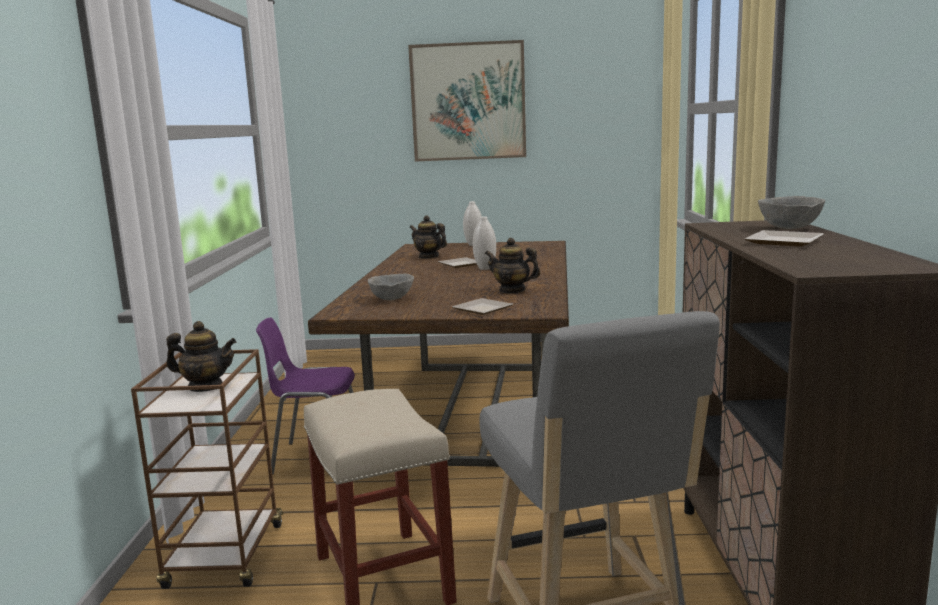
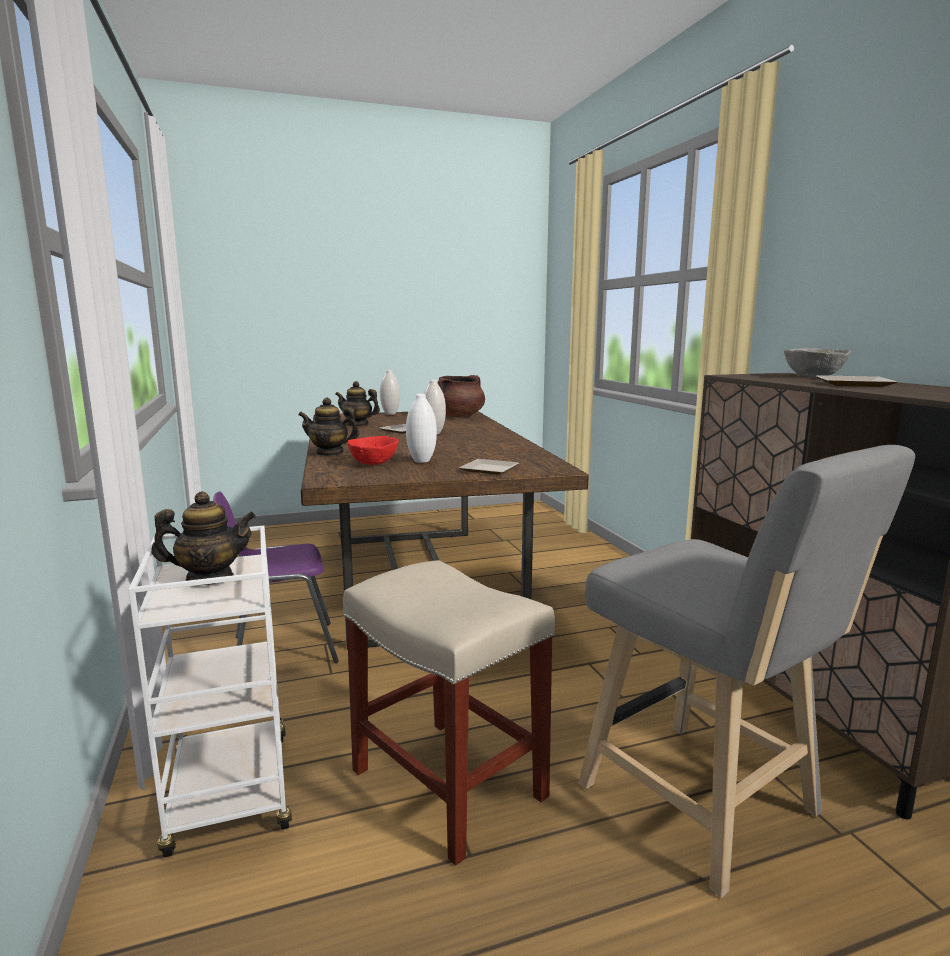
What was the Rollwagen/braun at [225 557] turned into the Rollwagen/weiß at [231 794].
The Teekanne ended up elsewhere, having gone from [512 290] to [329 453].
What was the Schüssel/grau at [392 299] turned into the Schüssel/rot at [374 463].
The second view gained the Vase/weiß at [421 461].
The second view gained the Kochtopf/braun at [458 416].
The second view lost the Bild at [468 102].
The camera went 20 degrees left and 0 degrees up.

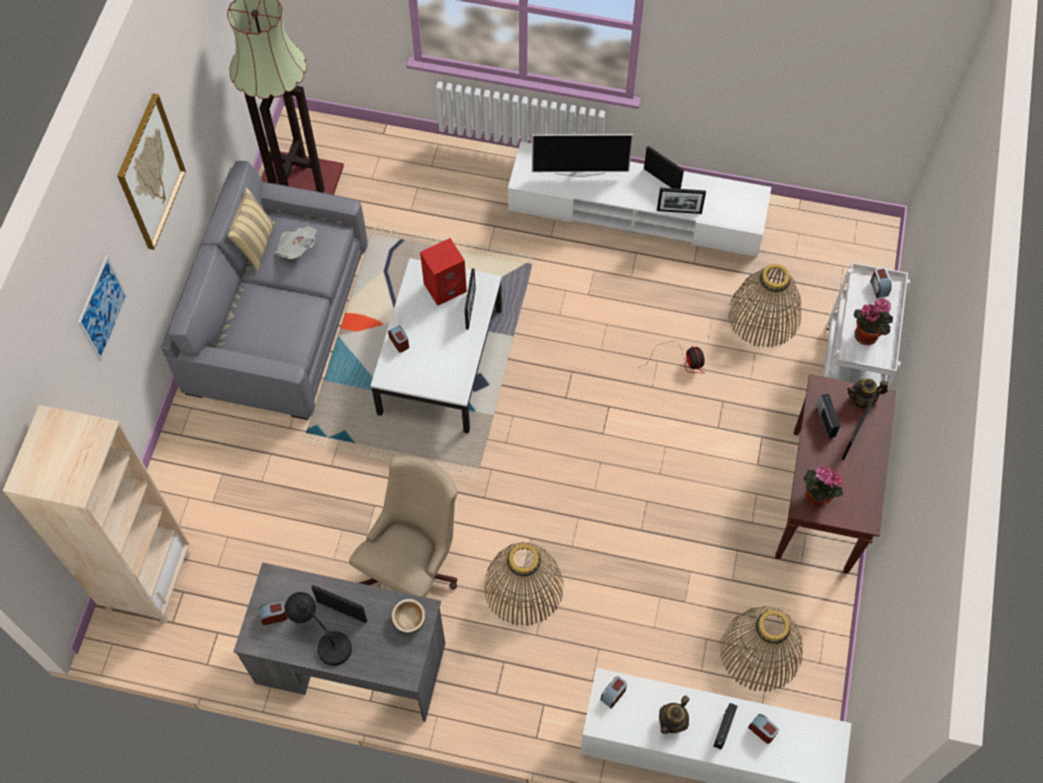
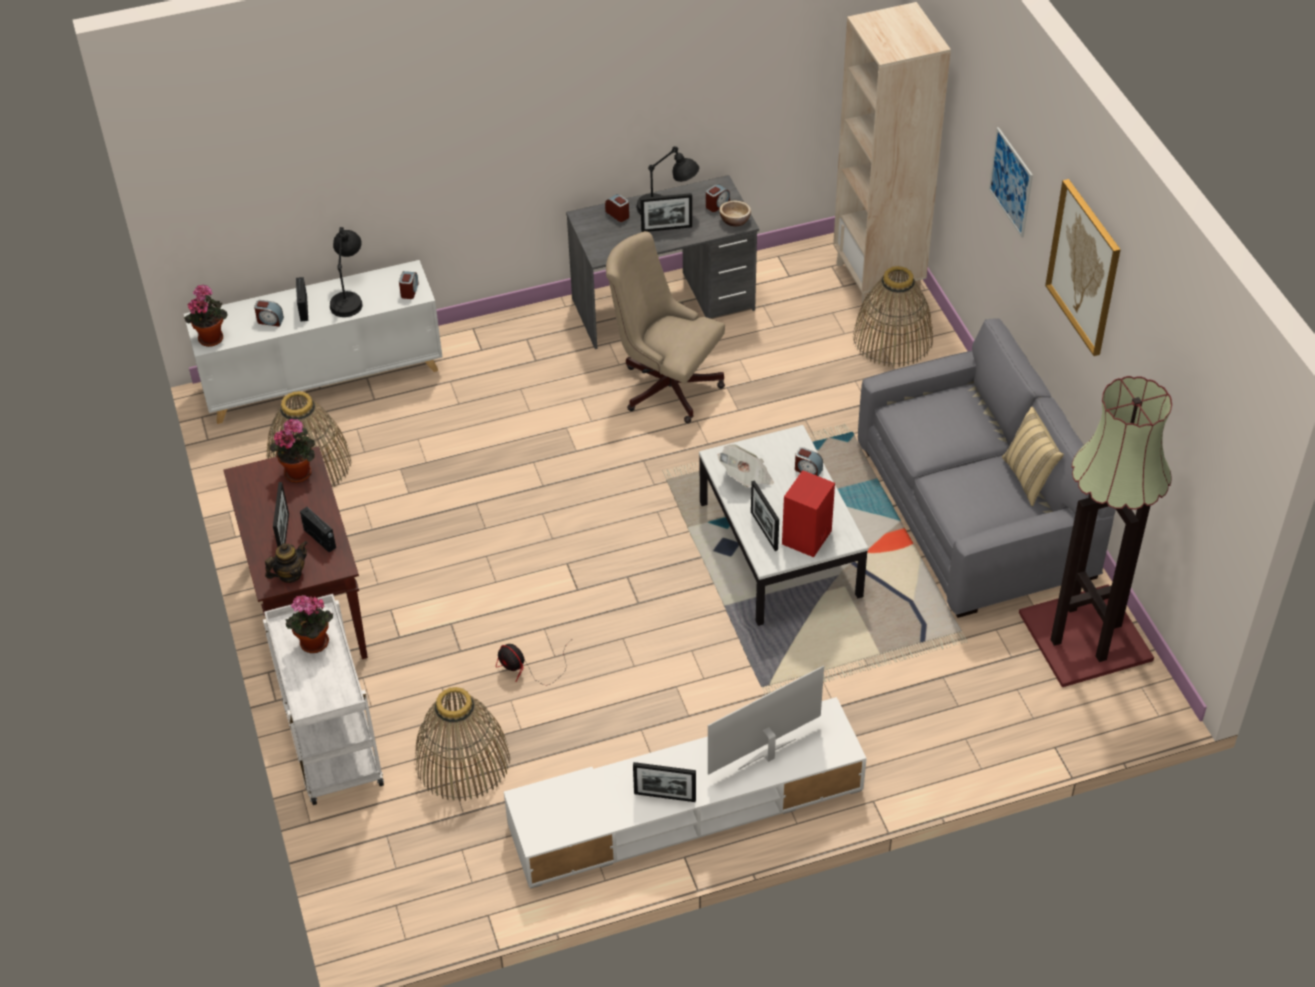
The second view gained the Topfpflanze at [211 337].
Where the Teekanne stood at [673 721], the Tischlampe/schwarz came to stand at [349 295].
The Wecker ended up elsewhere, having gone from [878 287] to [618 214].
The Bürostuhl/beige at [413 567] ended up facing another way, 120 degrees clockwise from before.
The Zeitung ended up elsewhere, having gone from [297 248] to [746 477].
The Schüssel ended up elsewhere, having gone from [409 619] to [735 220].
The Korb ended up elsewhere, having gone from [523 587] to [892 339].
The second view lost the Bilderrahmen at [679 211].
The camera went 150 degrees right and 15 degrees down.

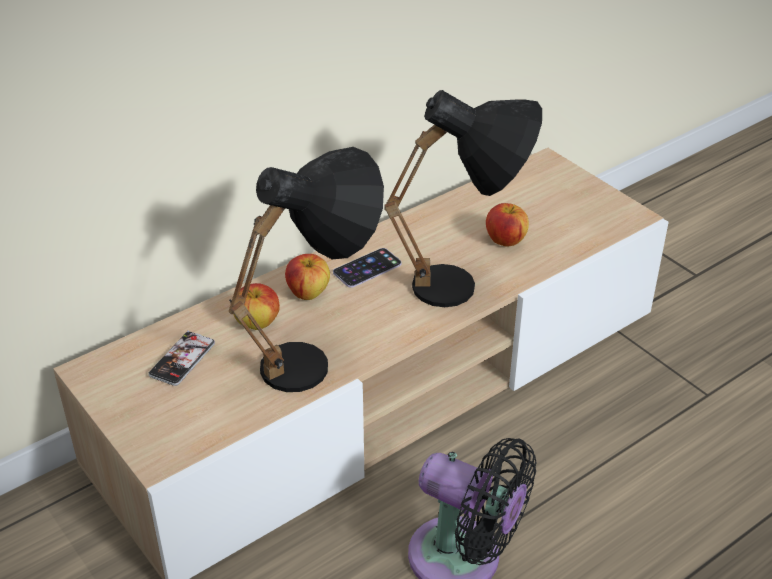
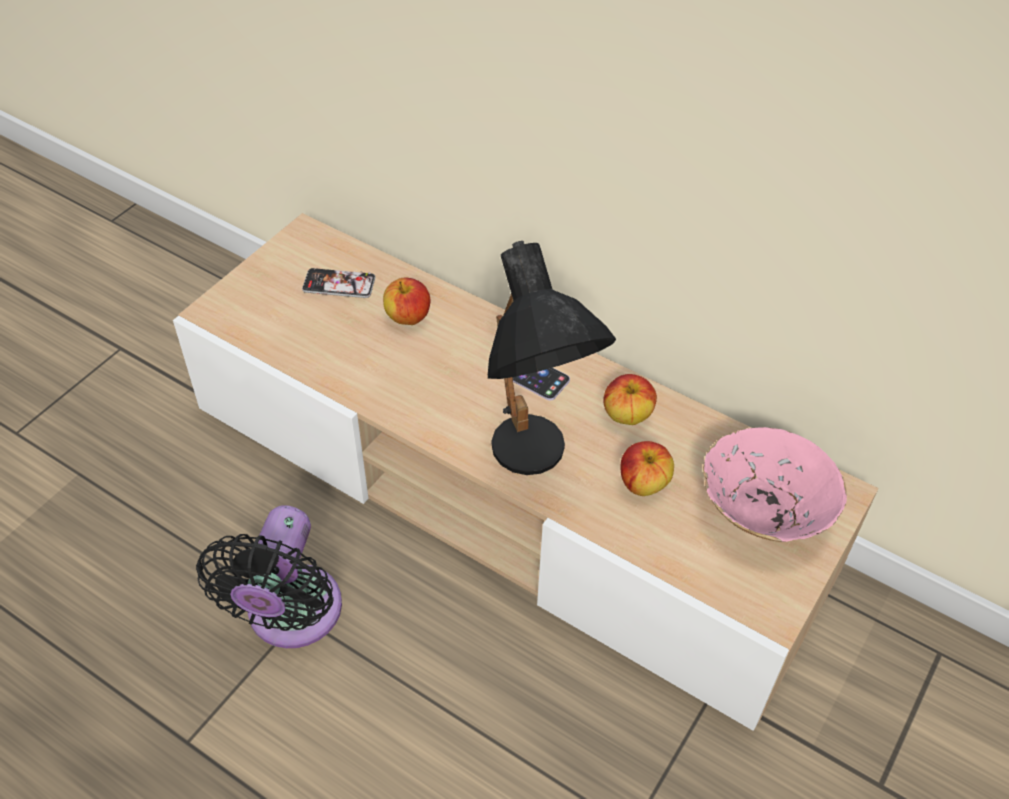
The Apfel ended up elsewhere, having gone from [308 293] to [627 415].
The second view gained the Schüssel/rosa at [762 512].
The second view lost the Tischlampe/schwarz at [319 360].
The camera went 70 degrees right and 10 degrees up.

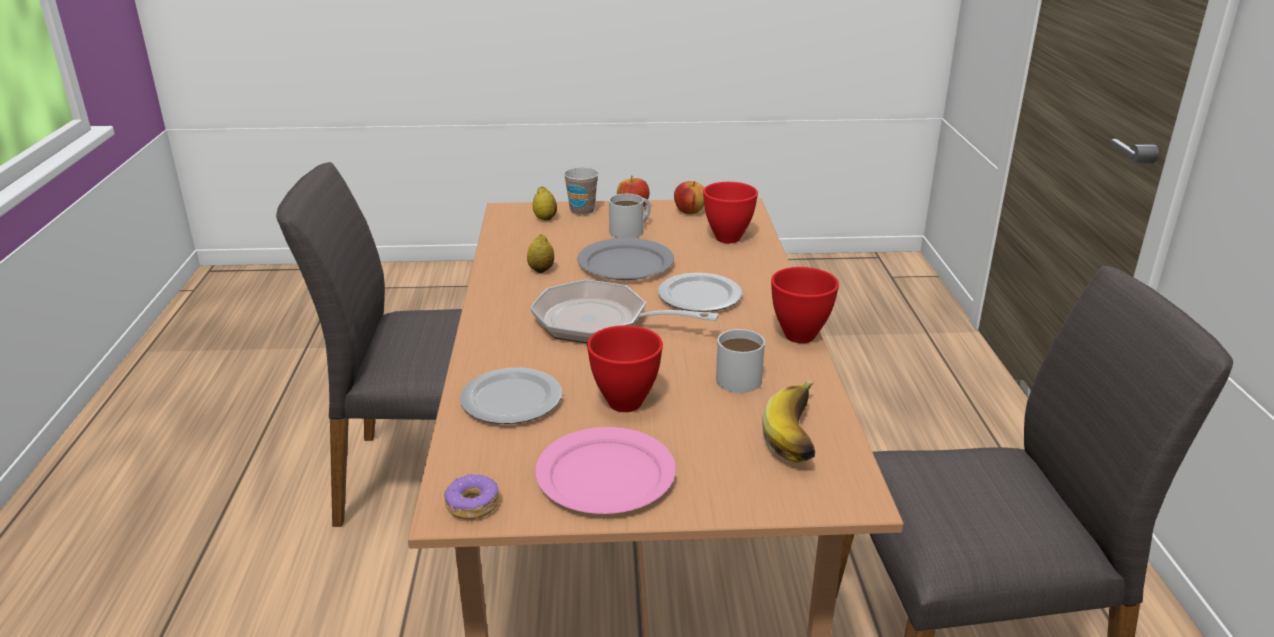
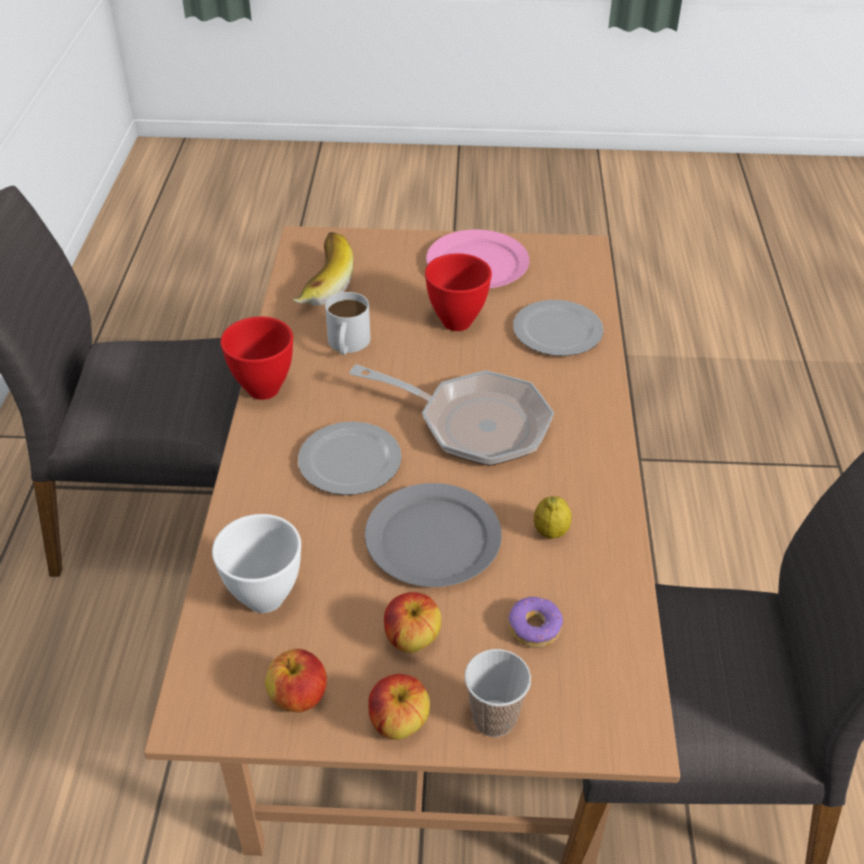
What was the Schüssel/rot at [728 239] turned into the Schüssel/weiß at [265 596].
Where the Henkelbecher/weiß stood at [631 229], the Apfel came to stand at [412 638].
The Donut ended up elsewhere, having gone from [472 505] to [535 628].
The second view lost the Zitrone at [545 218].
The camera went 175 degrees left and 15 degrees up.

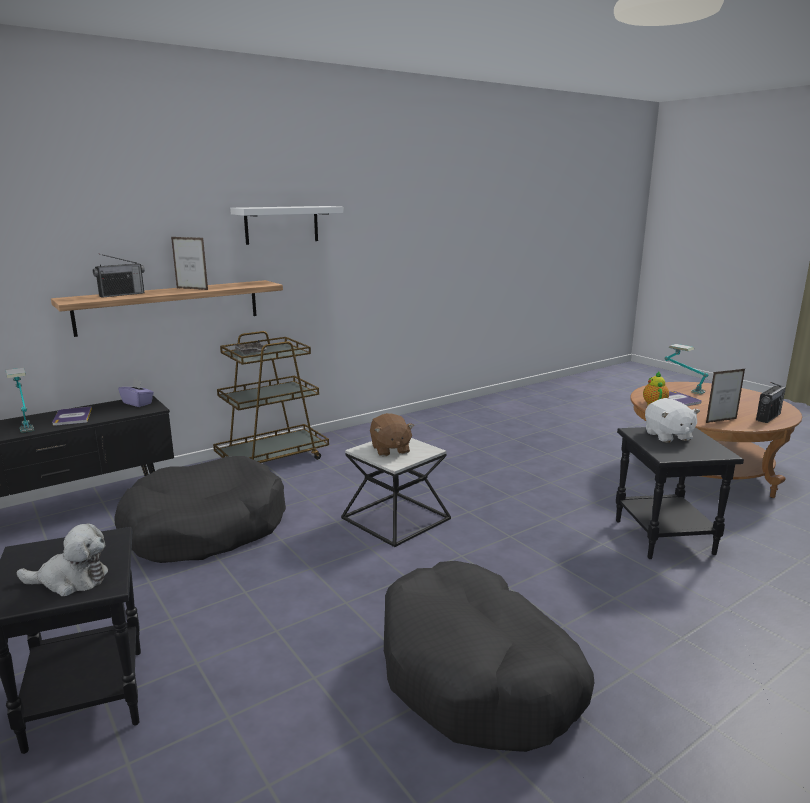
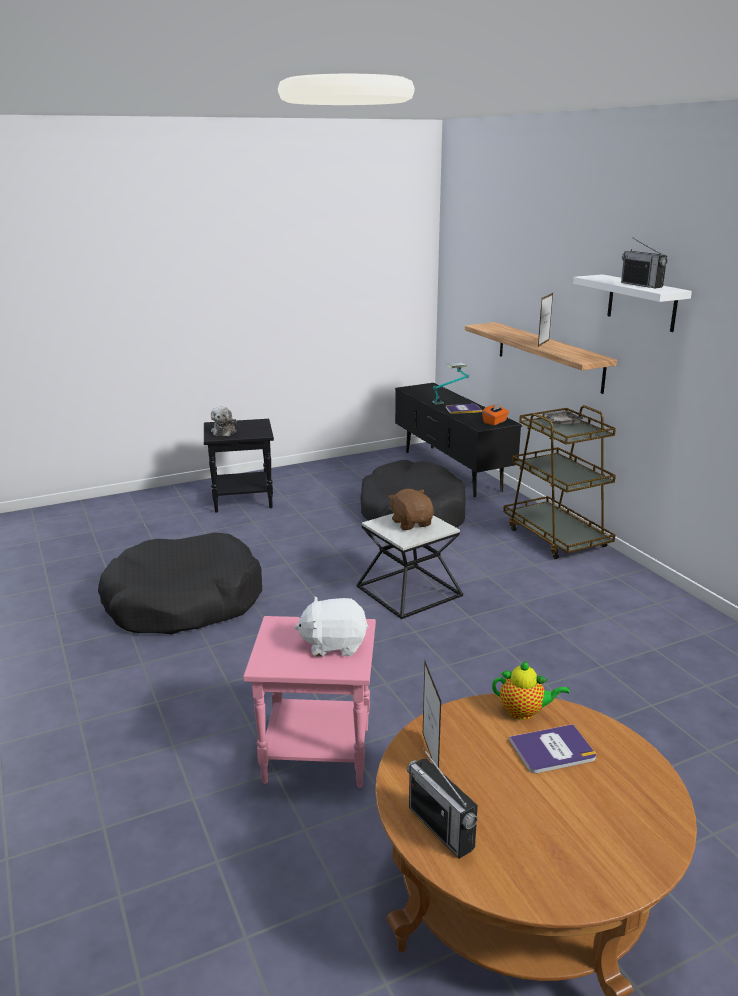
What was the Beistelltisch/schwarz at [661 536] turned into the Beistelltisch/rosa at [319 753].
The Plüschtier/braun at [390 449] ended up facing another way, 75 degrees clockwise from before.
What was the Taschentuchbox/lila at [138 403] turned into the Taschentuchbox/orange at [495 422].
The Radio ended up elsewhere, having gone from [121 294] to [641 285].
The second view lost the Tischlampe at [682 389].
The camera went 100 degrees right and 5 degrees up.

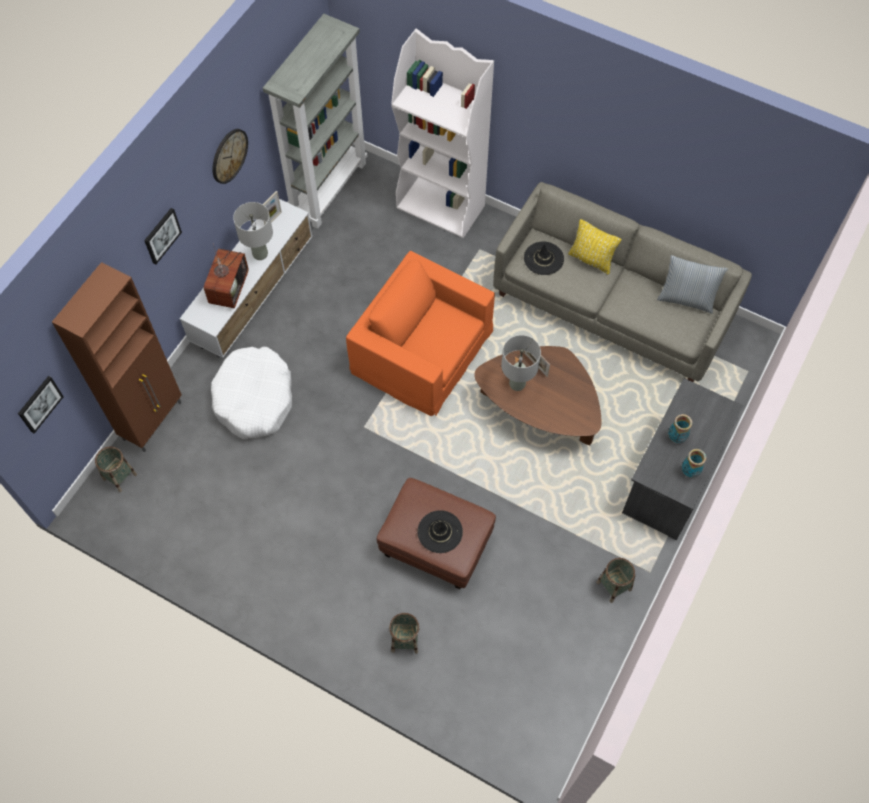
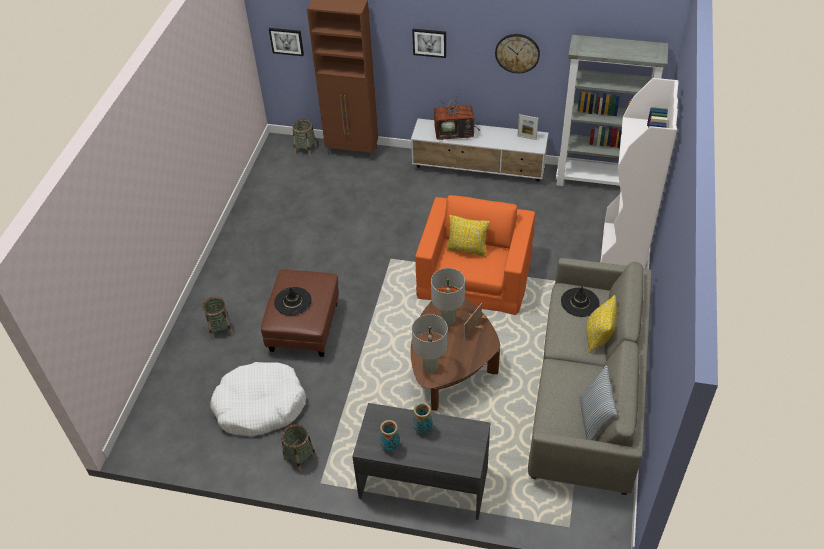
The Hundebett/weiß ended up elsewhere, having gone from [254 399] to [260 406].
The Tischlampe/grau ended up elsewhere, having gone from [260 254] to [431 367].
The second view gained the Kissen/gelb at [467 249].
The camera went 75 degrees right and 15 degrees down.

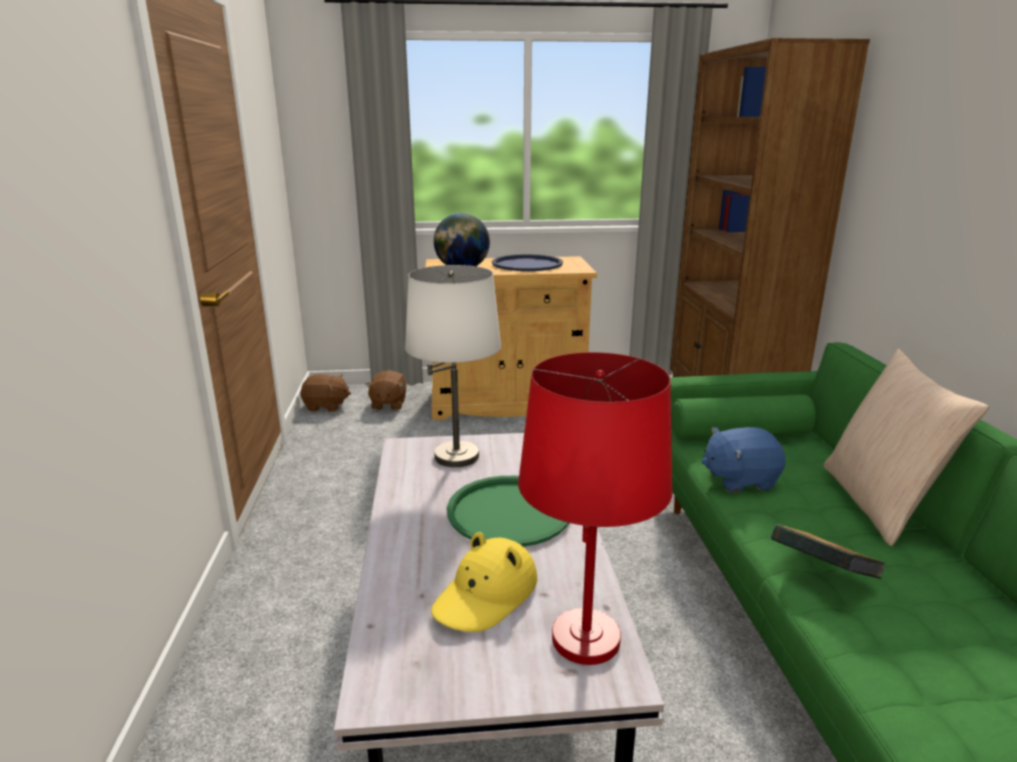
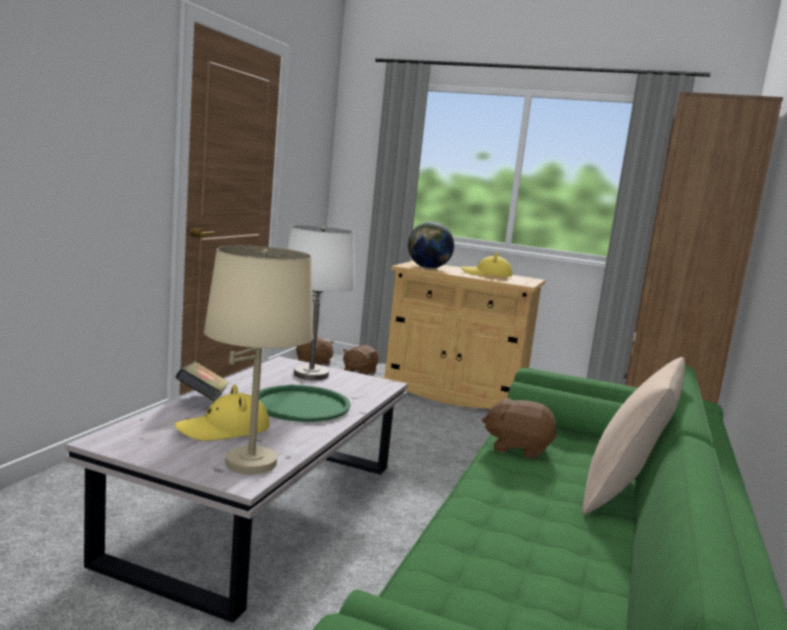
The Buch ended up elsewhere, having gone from [821 574] to [202 400].
What was the Tischlampe/rot at [584 639] turned into the Tischlampe/beige at [250 462].
Where the Tablett/blau stood at [527 264], the Hut/gelb came to stand at [486 274].
What was the Plüschtier/blau at [739 479] turned into the Plüschtier/braun at [517 448].
The camera went 25 degrees right and 10 degrees down.

